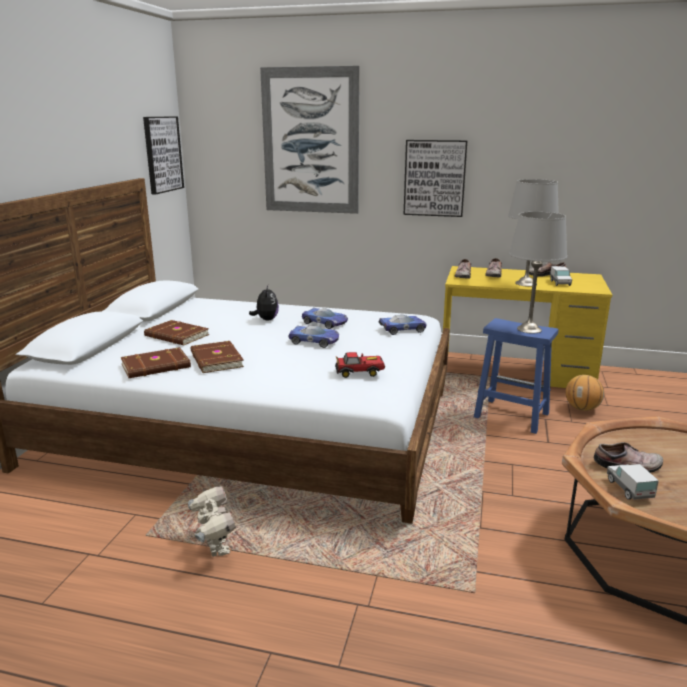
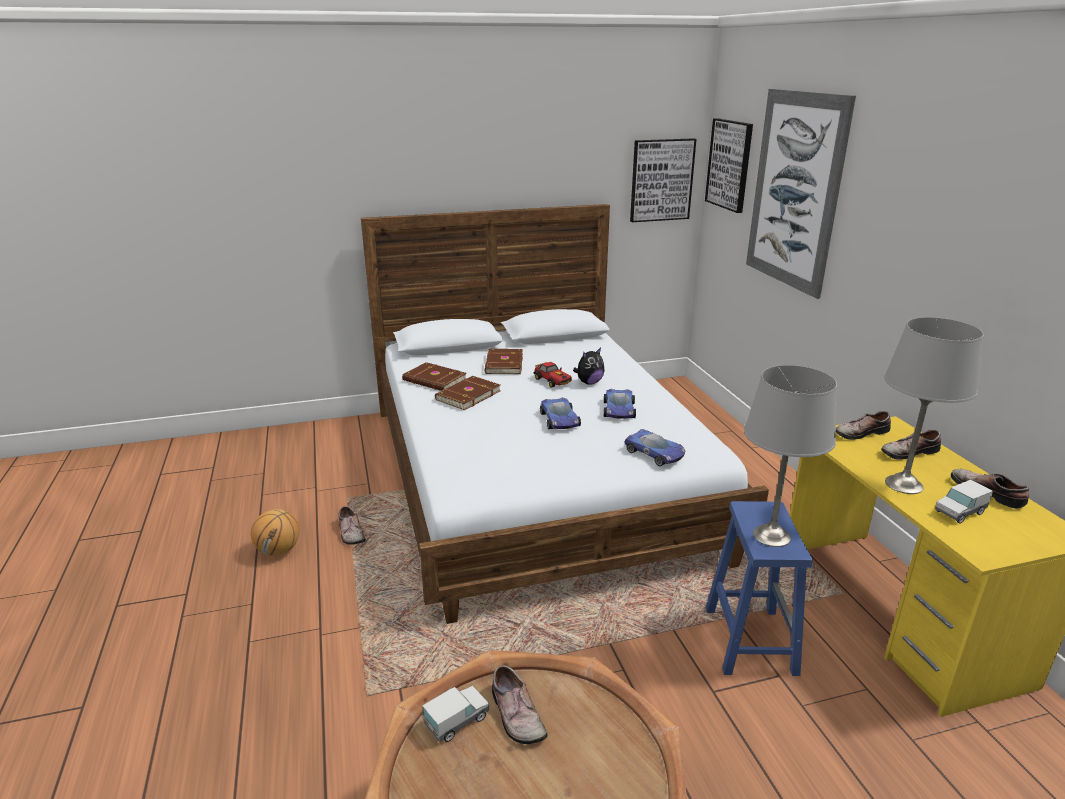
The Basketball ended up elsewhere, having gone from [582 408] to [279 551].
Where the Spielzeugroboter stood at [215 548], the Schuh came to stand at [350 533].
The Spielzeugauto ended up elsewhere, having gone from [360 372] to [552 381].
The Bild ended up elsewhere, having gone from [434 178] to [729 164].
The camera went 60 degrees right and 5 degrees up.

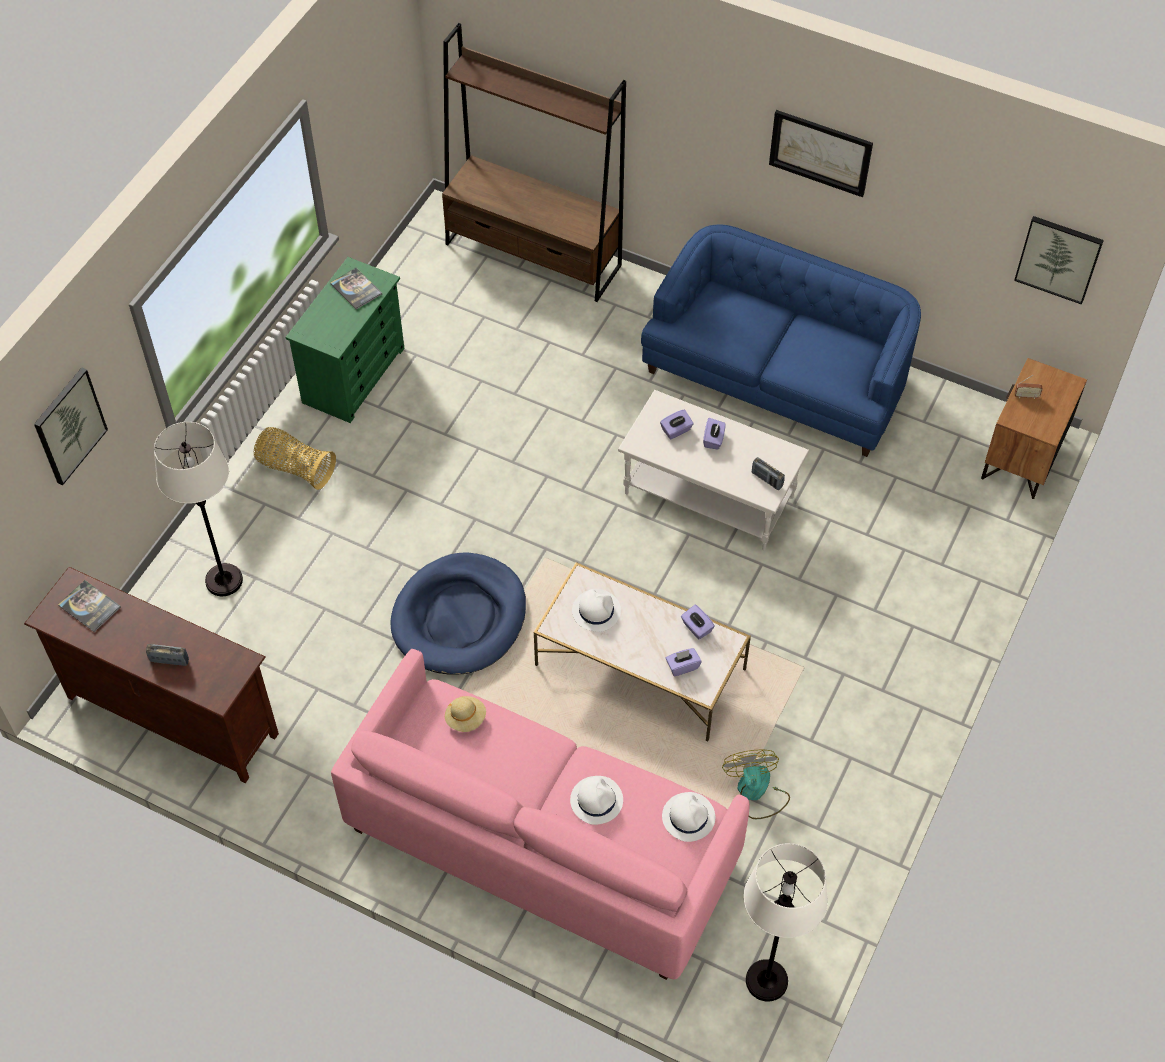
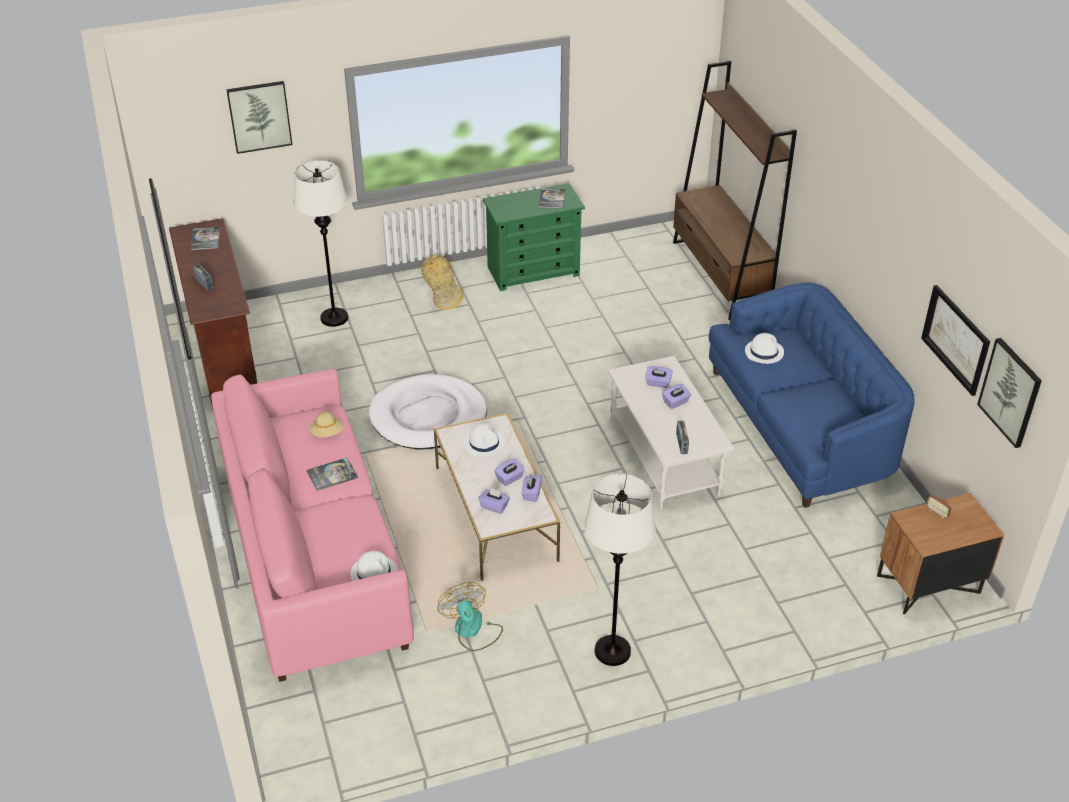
The second view gained the Buch at [332 474].
What was the Hundebett/blau at [459 617] turned into the Hundebett/weiß at [428 416].
The Ventilator at [756 792] ended up facing another way, 60 degrees counterclockwise from before.
The second view gained the Taschentuchbox/lila at [510 478].
The Stehlampe/weiß ended up elsewhere, having gone from [767 981] to [612 651].
The Hut/weiß ended up elsewhere, having gone from [596 800] to [764 352].
The Bild ended up elsewhere, having gone from [820 152] to [956 339].
The camera went 45 degrees right and 15 degrees down.

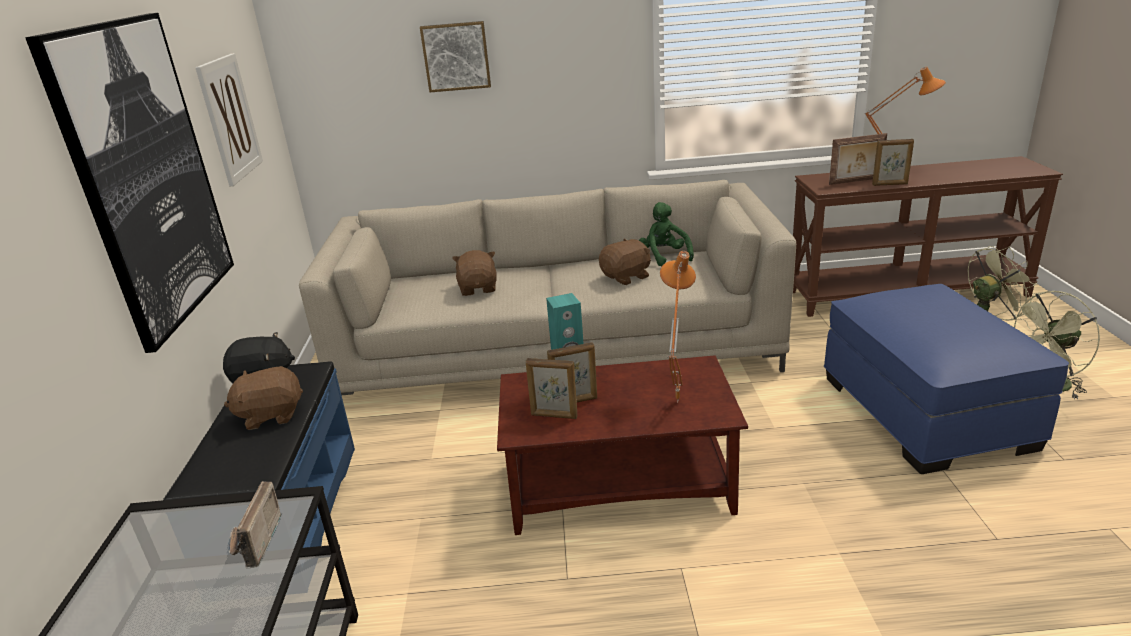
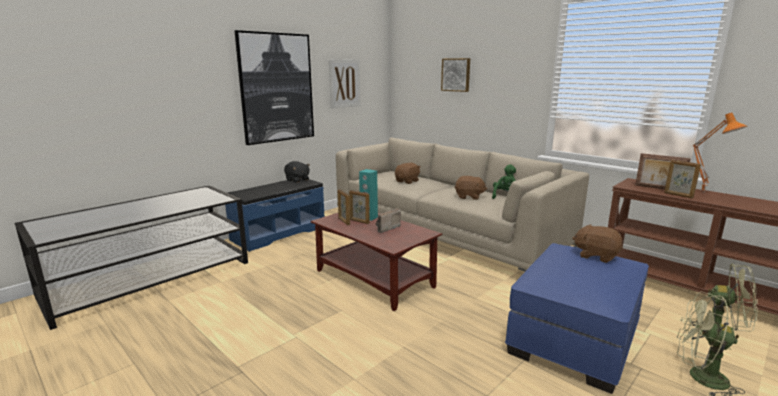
The Radio ended up elsewhere, having gone from [253 544] to [385 228].
The Plüschtier/braun ended up elsewhere, having gone from [271 415] to [596 255].
The second view lost the Tischlampe/orange at [674 401].
The camera went 45 degrees right and 10 degrees down.

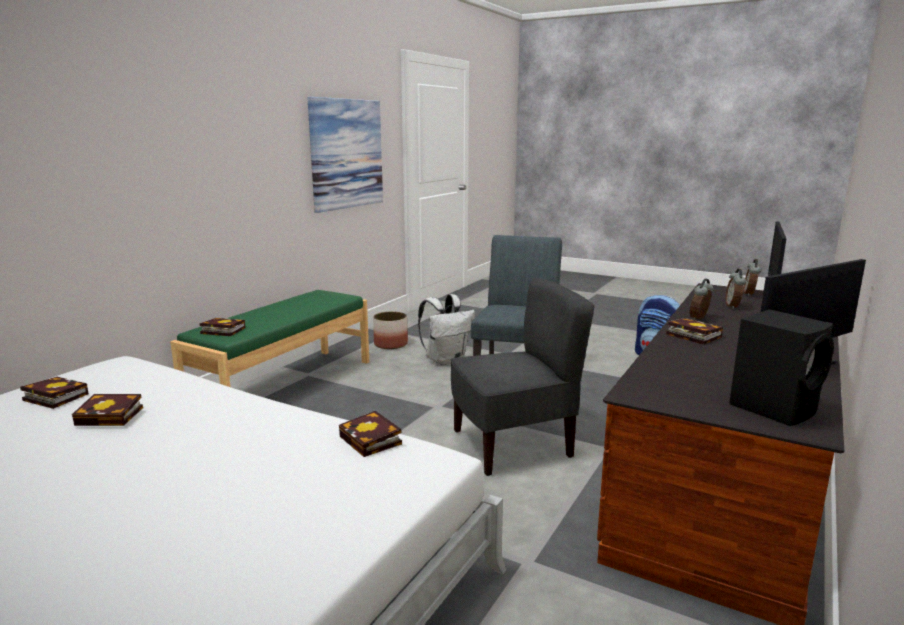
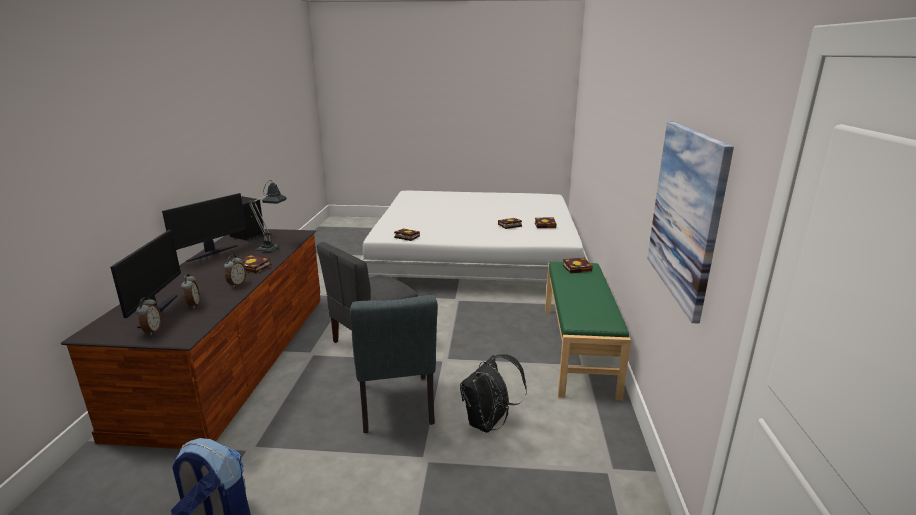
The second view gained the Tischlampe at [271 247].
What was the Rucksack/weiß at [446 360] turned into the Rucksack/schwarz at [488 423].
The second view lost the Pflanzkübel at [391 344].
The camera went 155 degrees right and 5 degrees up.

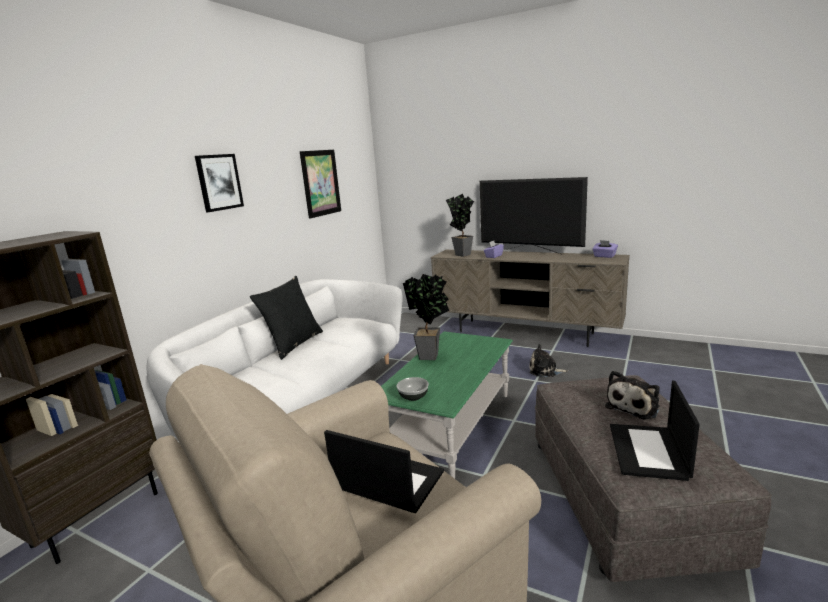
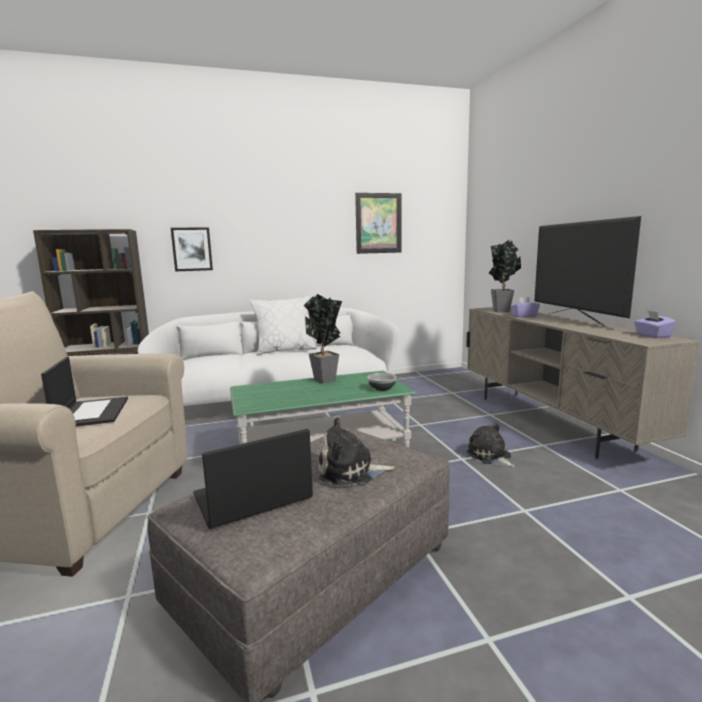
The Bild ended up elsewhere, having gone from [219 182] to [192 249].
What was the Kissen/schwarz at [293 344] turned into the Kissen/weiß at [285 350].
The Schüssel ended up elsewhere, having gone from [413 397] to [381 388].
The camera went 45 degrees right and 5 degrees down.

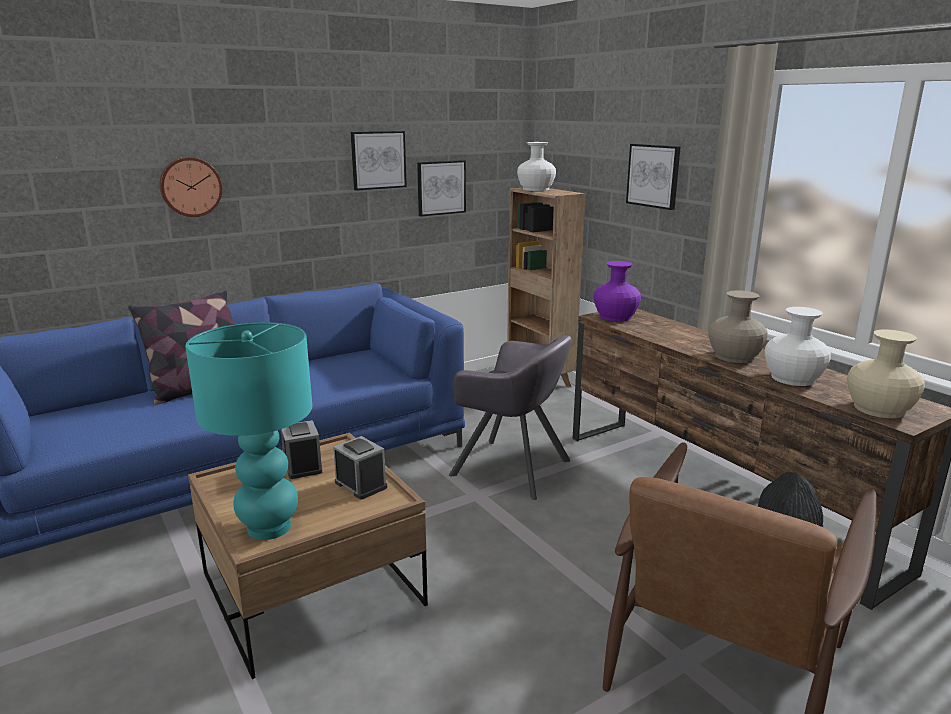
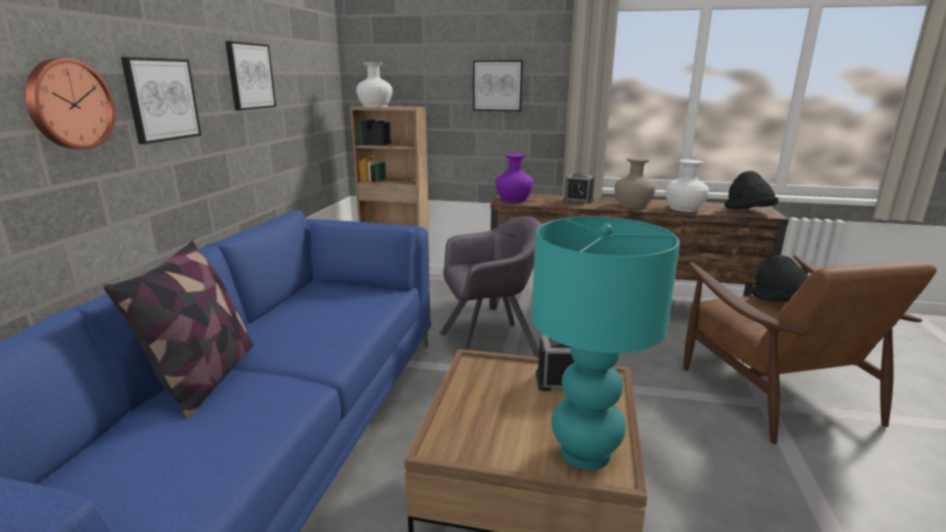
The Bild ended up elsewhere, having gone from [441 187] to [161 99].
The Wecker ended up elsewhere, having gone from [302 466] to [578 200].
Where the Vase/beige stood at [879 408], the Hut/schwarz came to stand at [748 212].
The camera went 45 degrees left and 0 degrees up.

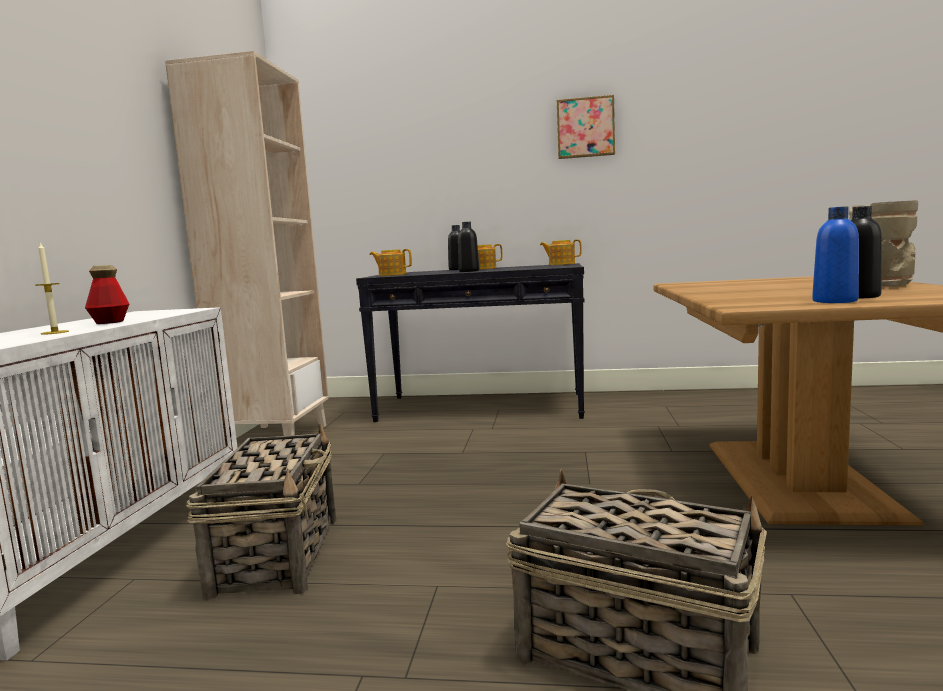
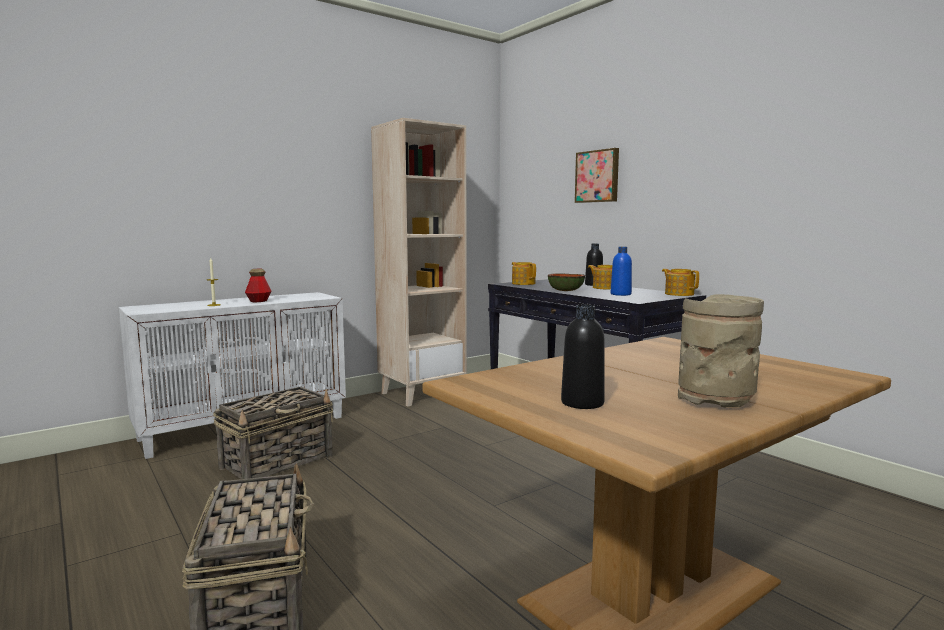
Where the Flasche/schwarz stood at [469 271], the Schüssel came to stand at [566 290].
The Bild ended up elsewhere, having gone from [585 128] to [598 176].
The Flasche/blau ended up elsewhere, having gone from [835 301] to [620 294].
The camera went 45 degrees right and 0 degrees up.

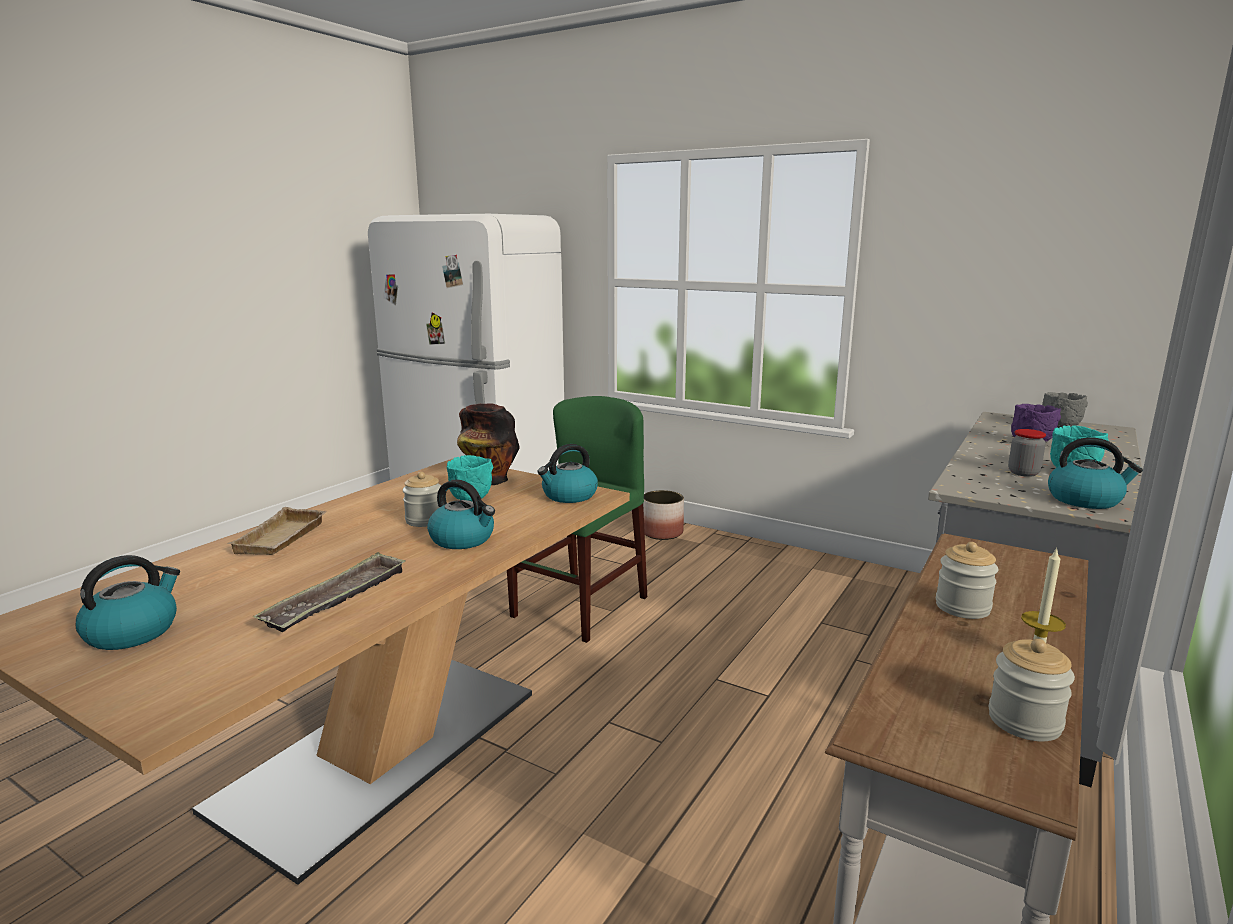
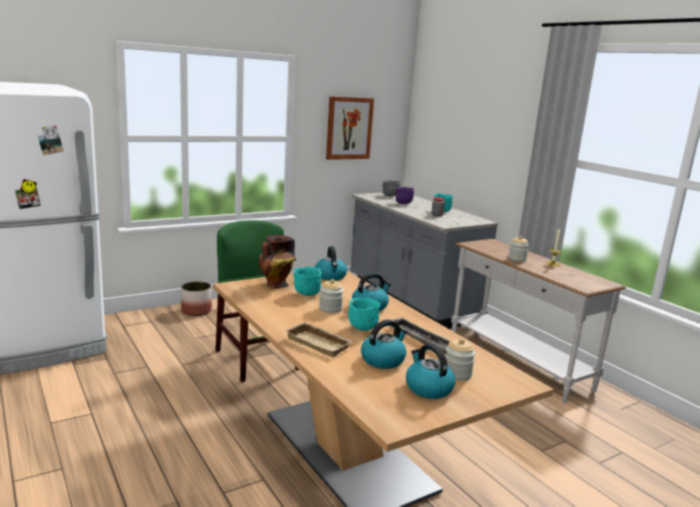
The second view gained the Bild at [349 128].
The second view gained the Schüssel/türkis at [362 329].
The Wasserkessel ended up elsewhere, having gone from [1085 500] to [383 360].
The Vorratsglas ended up elsewhere, having gone from [1024 721] to [457 374].
The camera went 65 degrees left and 0 degrees up.

